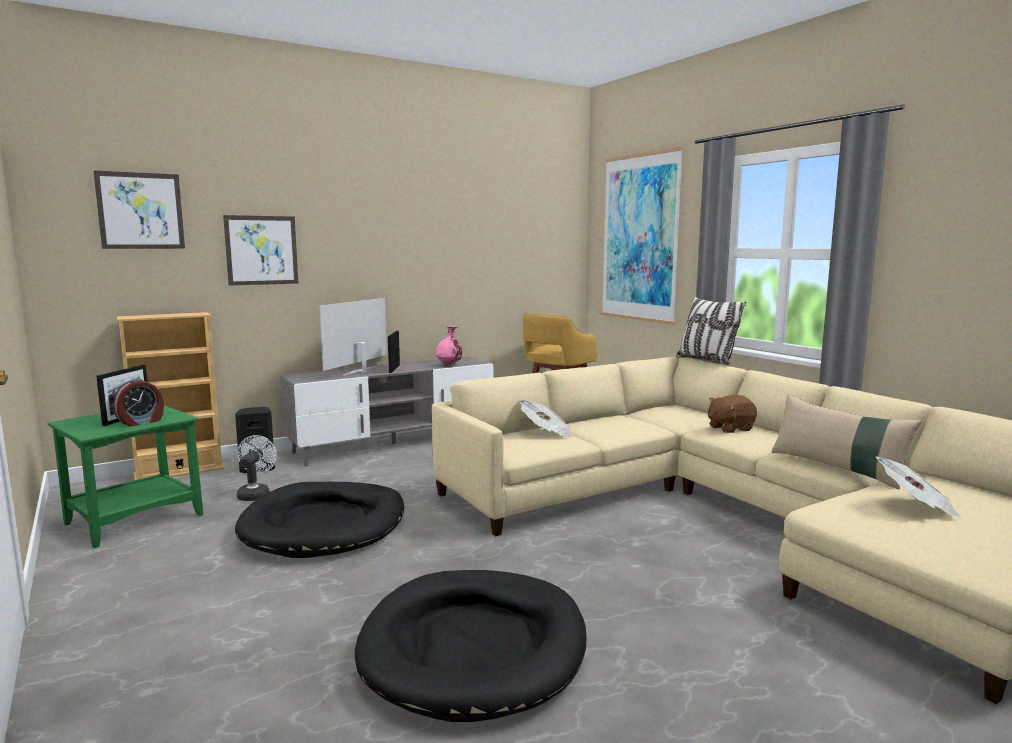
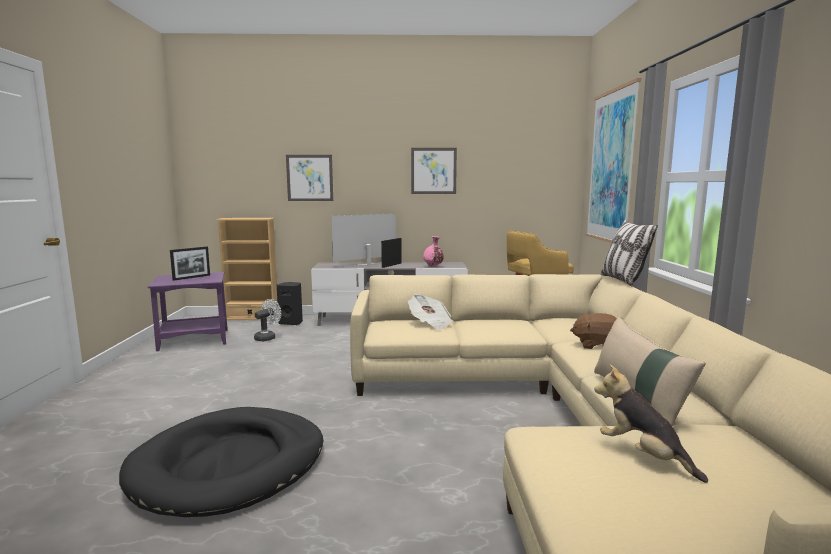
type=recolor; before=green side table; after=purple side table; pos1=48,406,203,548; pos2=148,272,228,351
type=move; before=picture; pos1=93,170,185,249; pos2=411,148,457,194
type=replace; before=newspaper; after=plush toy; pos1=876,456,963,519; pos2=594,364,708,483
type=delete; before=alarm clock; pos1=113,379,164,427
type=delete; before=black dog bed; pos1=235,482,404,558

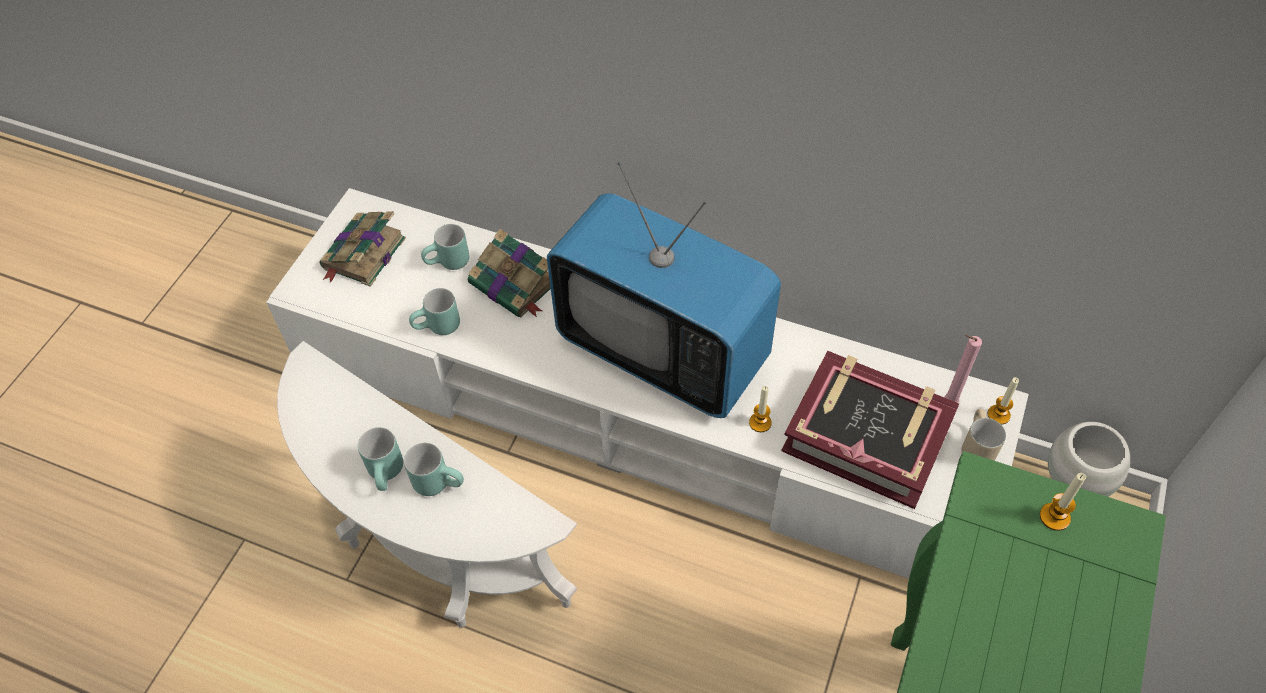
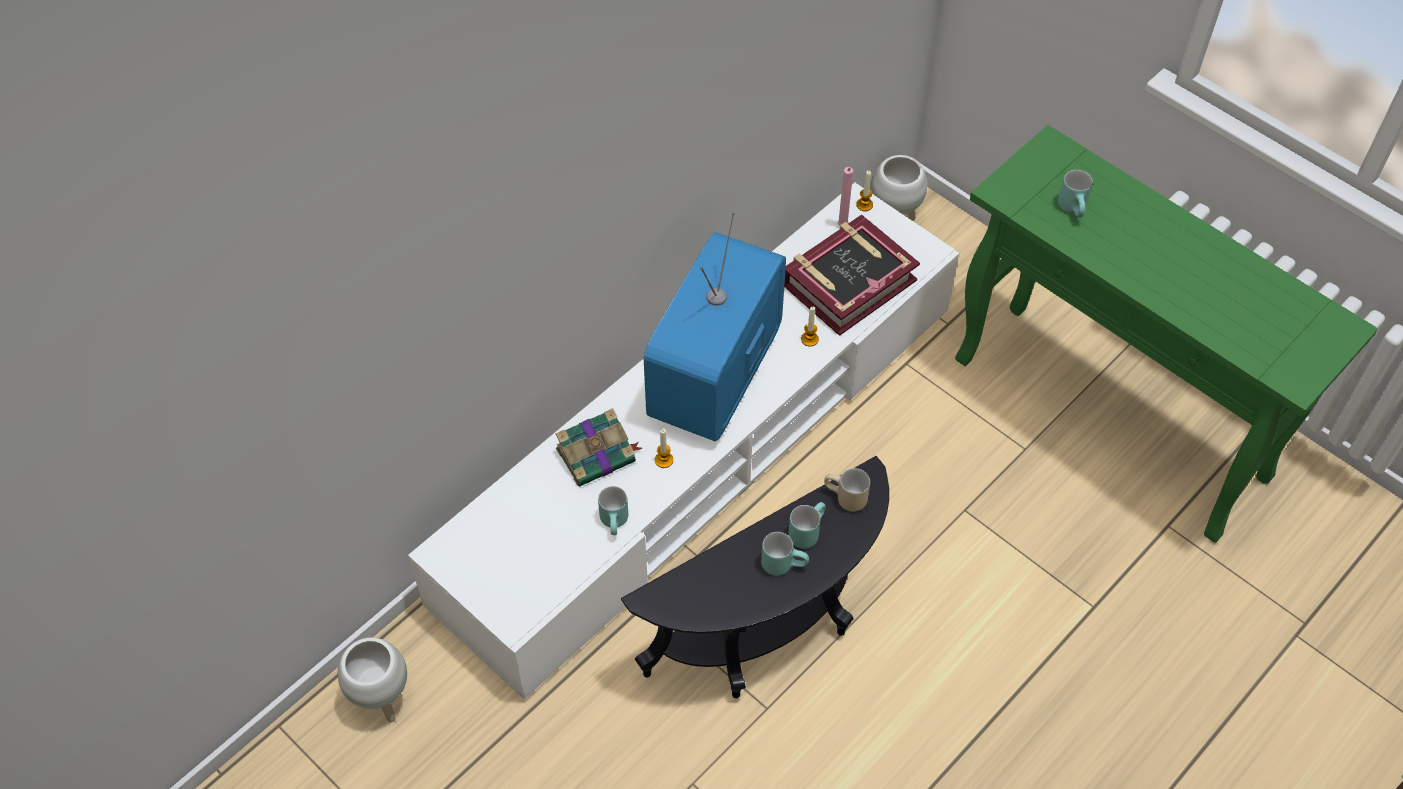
type=insert; after=white planter; pos2=338,637,407,723
type=recolor; before=white side table; after=black side table; pos1=277,341,577,628; pos2=621,456,889,698
type=rotate; before=television; pos1=547,162,781,418; pos2=644,213,786,441; turn=150
type=move; before=candle; pos1=1040,473,1086,531; pos2=655,428,673,468
type=move; before=beige mug; pos1=961,409,1006,461; pos2=824,468,870,512
type=move; before=turquoise mug; pos1=421,224,470,270; pos2=1058,170,1093,218
type=delete; before=book; pos1=319,211,406,287

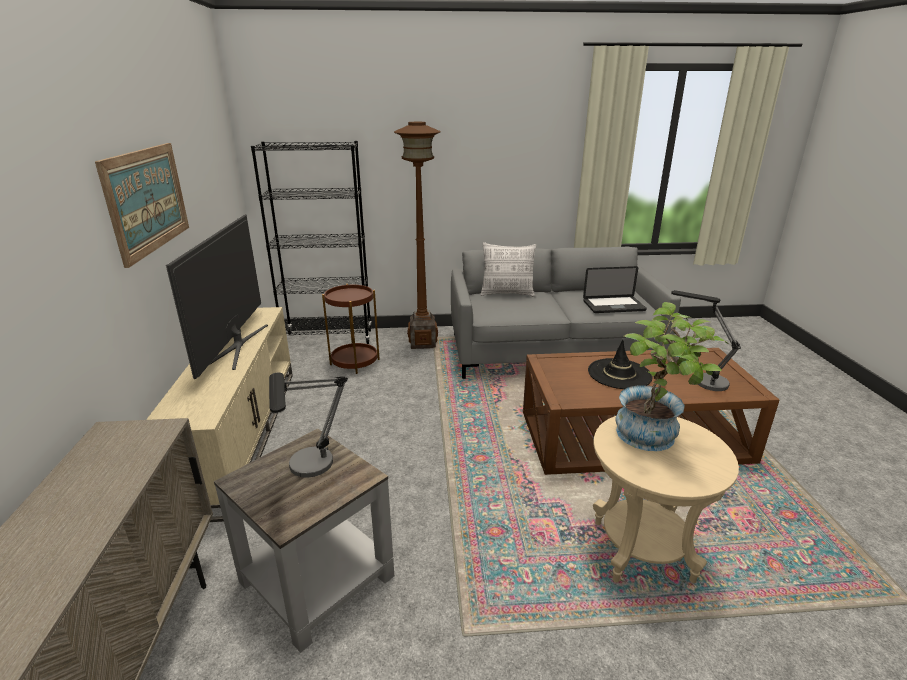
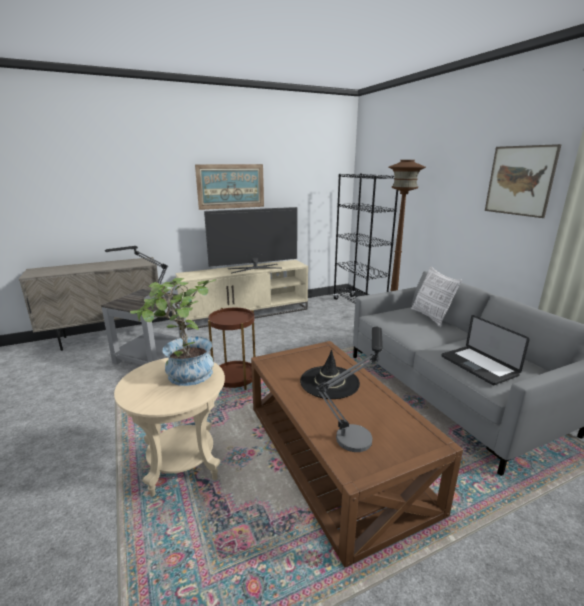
type=move; before=brown side table; pos1=322,284,380,374; pos2=208,308,255,390
type=insert; after=picture; pos2=485,144,562,218

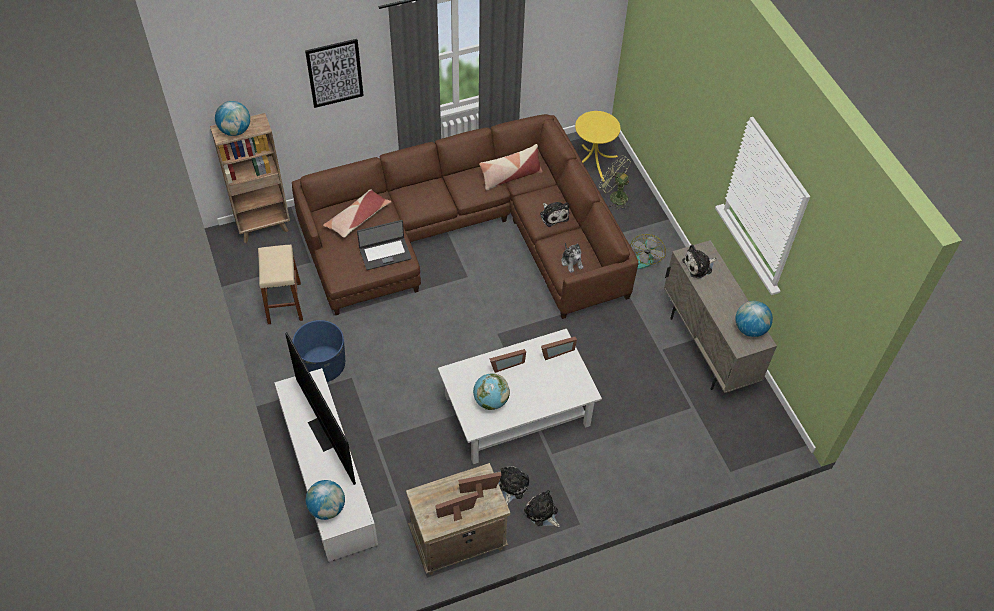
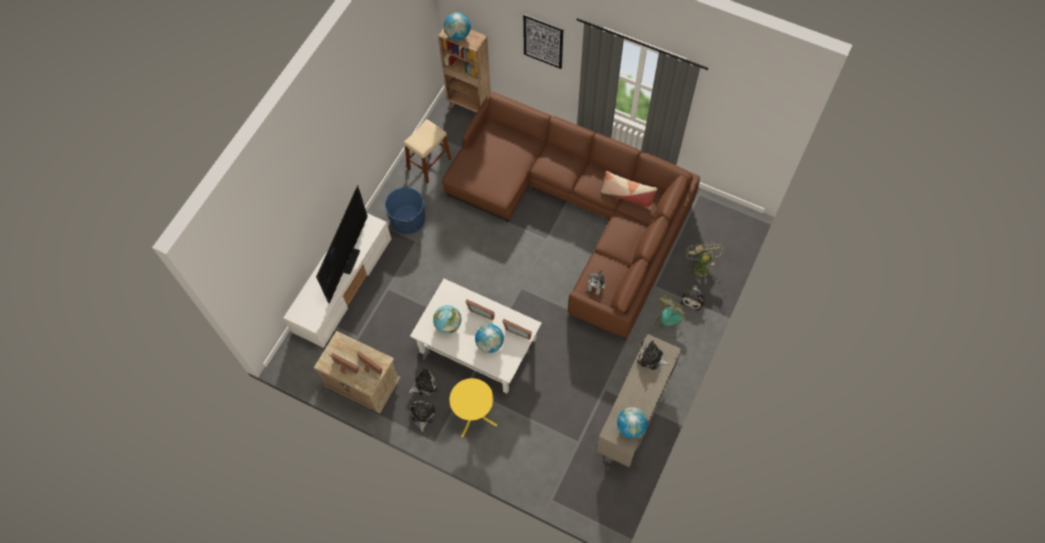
type=move; before=yellow side table; pos1=575,111,620,182; pos2=449,378,498,437
type=move; before=globe; pos1=306,480,345,520; pos2=475,324,504,353
type=rotate; before=fan; pos1=629,234,666,269; pos2=655,295,686,338; turn=150
type=move; before=plush toy; pos1=540,202,569,227; pos2=681,285,705,310
type=delete; before=pillow; pos1=323,189,392,238
type=delete; before=laptop; pos1=357,220,412,270

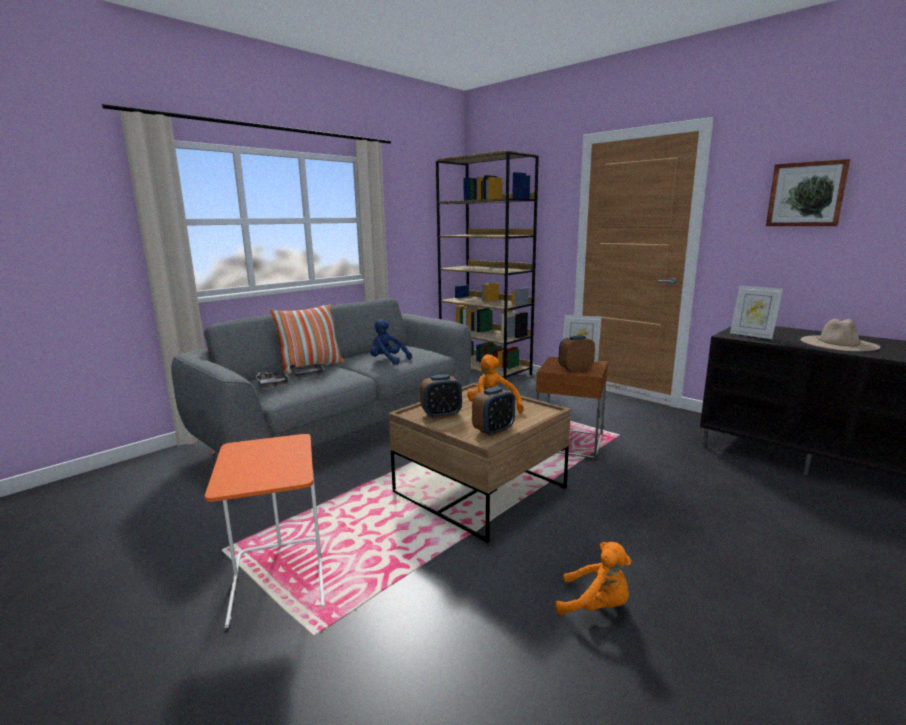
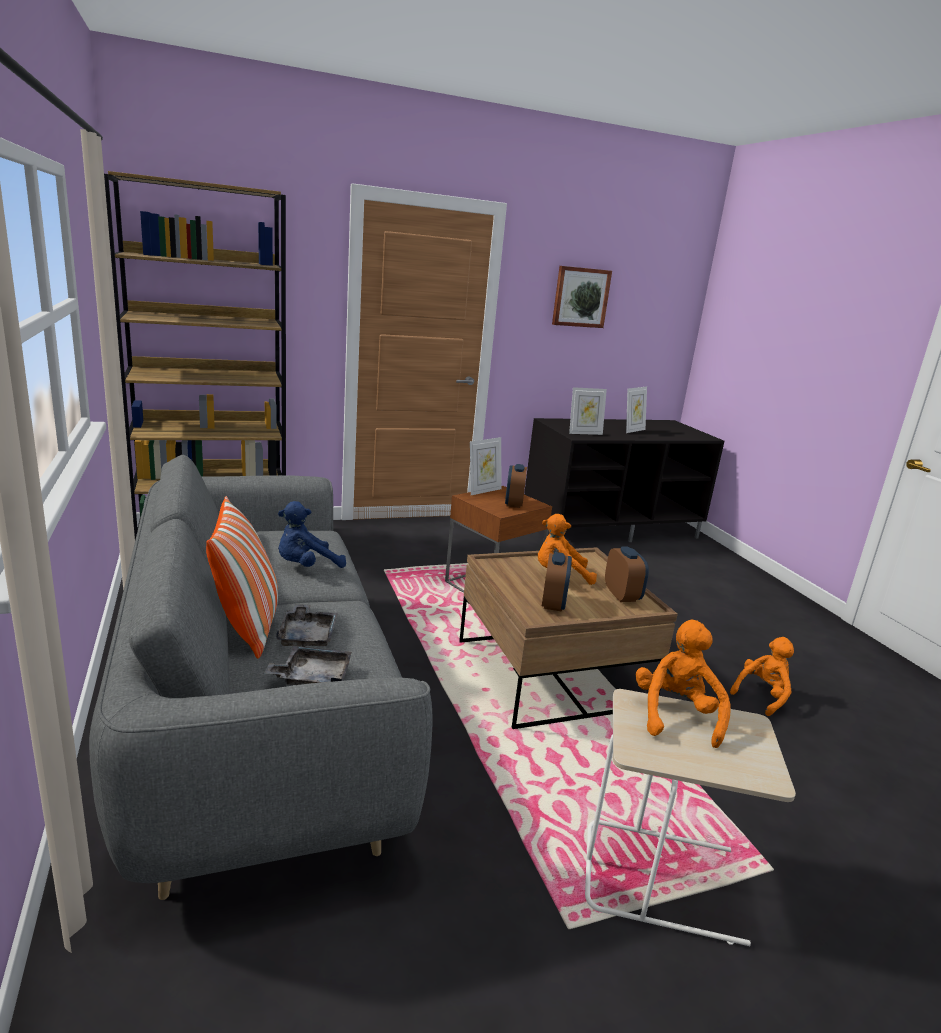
type=recolor; before=orange side table; after=beige side table; pos1=205,434,325,628; pos2=585,689,796,946
type=replace; before=beige hat; after=picture frame; pos1=800,319,880,351; pos2=626,387,647,433
type=insert; after=orange plush toy; pos2=636,620,730,748

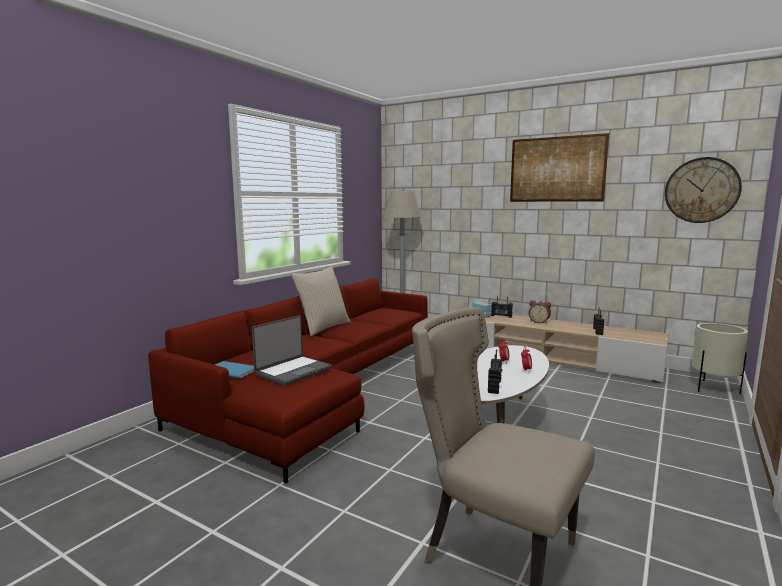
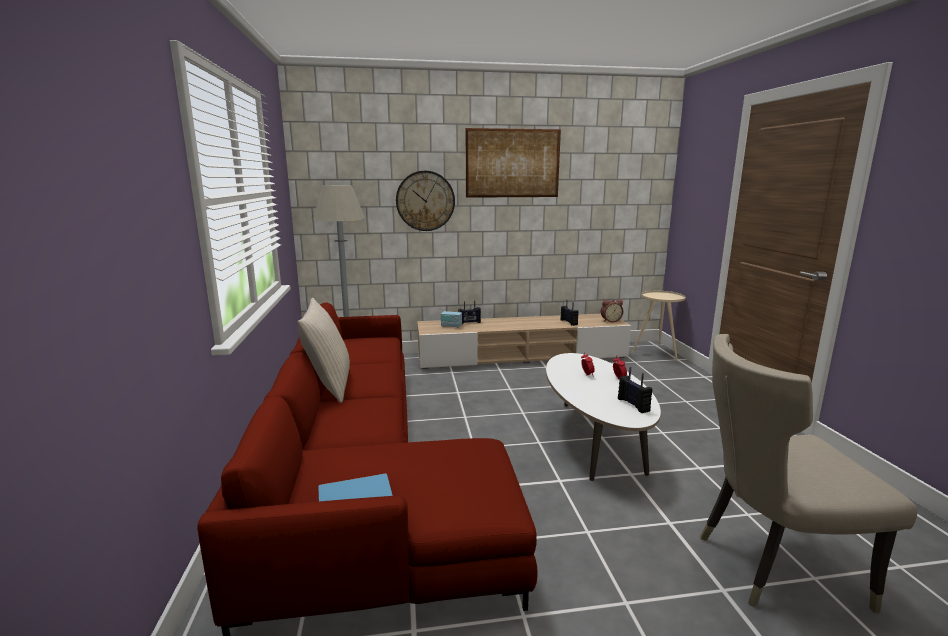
type=move; before=wall clock; pos1=665,157,742,223; pos2=396,171,455,231
type=move; before=alarm clock; pos1=529,300,551,323; pos2=601,299,623,322
type=replace; before=beige planter; after=beige side table; pos1=692,323,748,394; pos2=632,291,686,362
type=delete; before=laptop; pos1=252,315,332,386

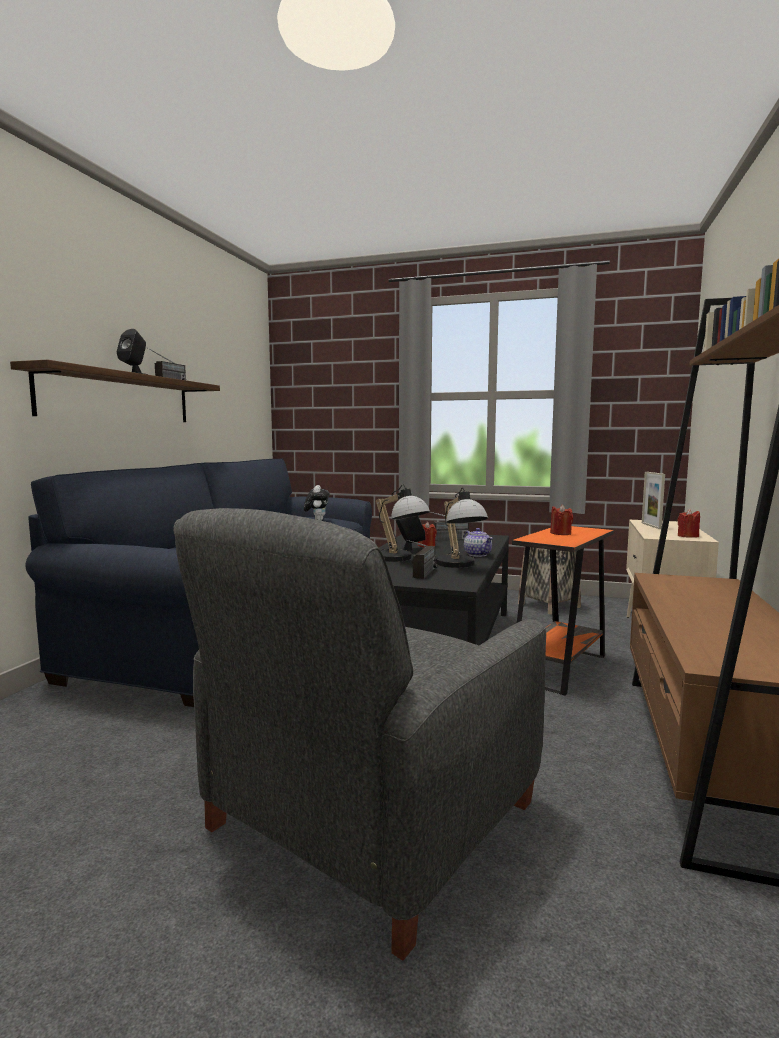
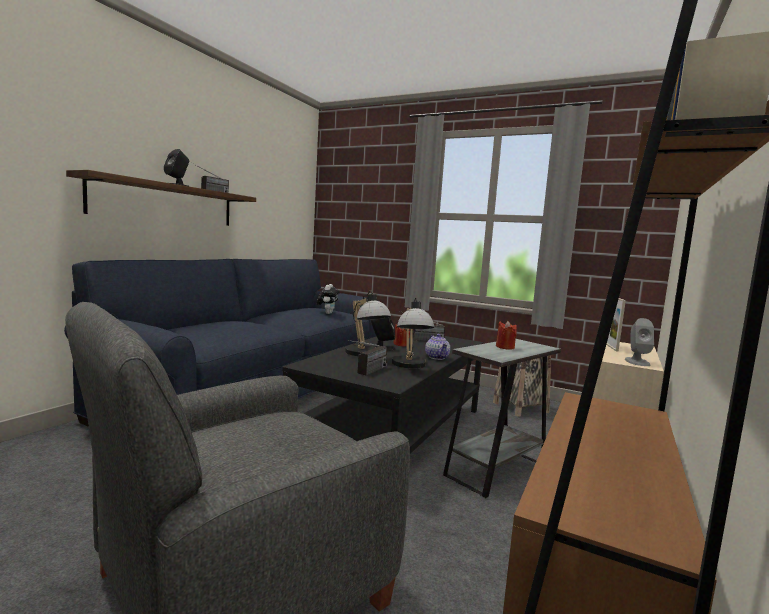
type=recolor; before=orange side table; after=grey side table; pos1=512,526,614,696; pos2=443,339,561,498
type=replace; before=red candle; after=grey speaker; pos1=677,509,700,538; pos2=625,318,654,366

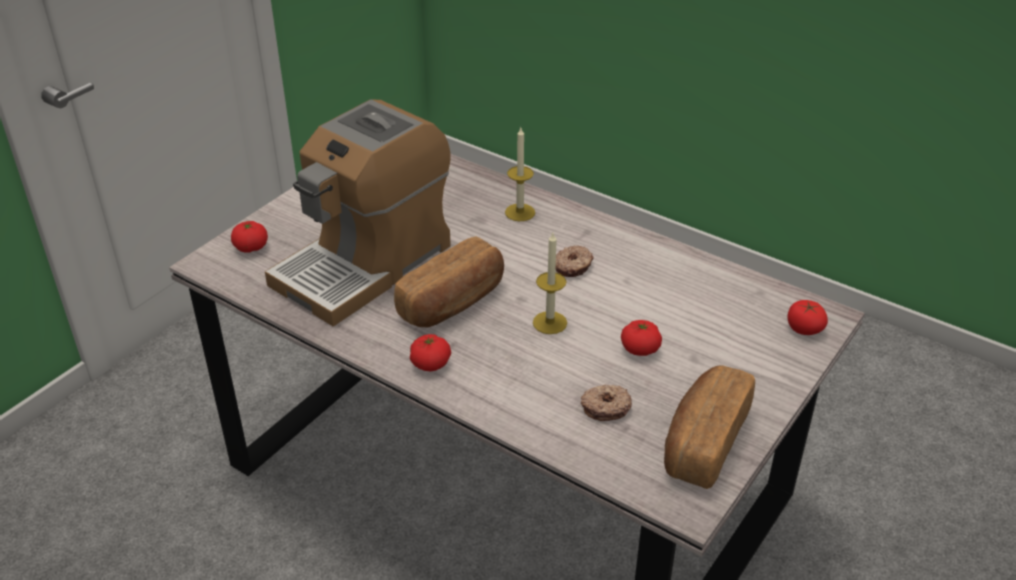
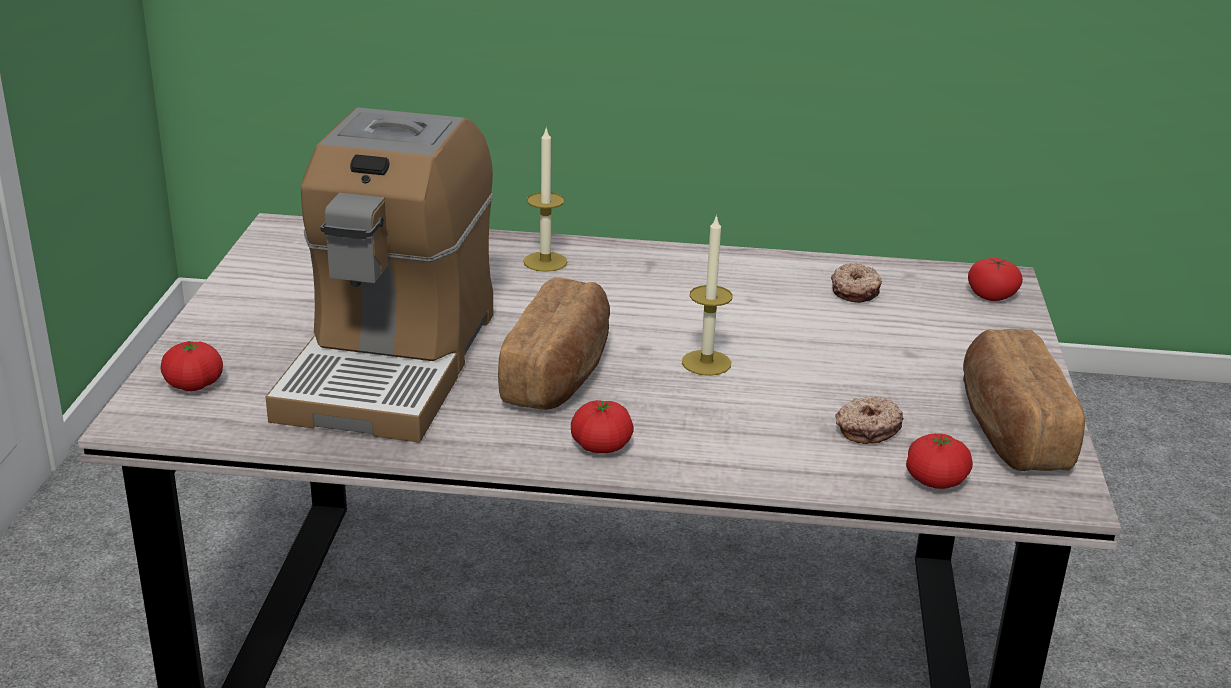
type=move; before=donut; pos1=556,245,593,277; pos2=831,263,882,303
type=move; before=tomato; pos1=621,320,662,356; pos2=906,433,973,489

